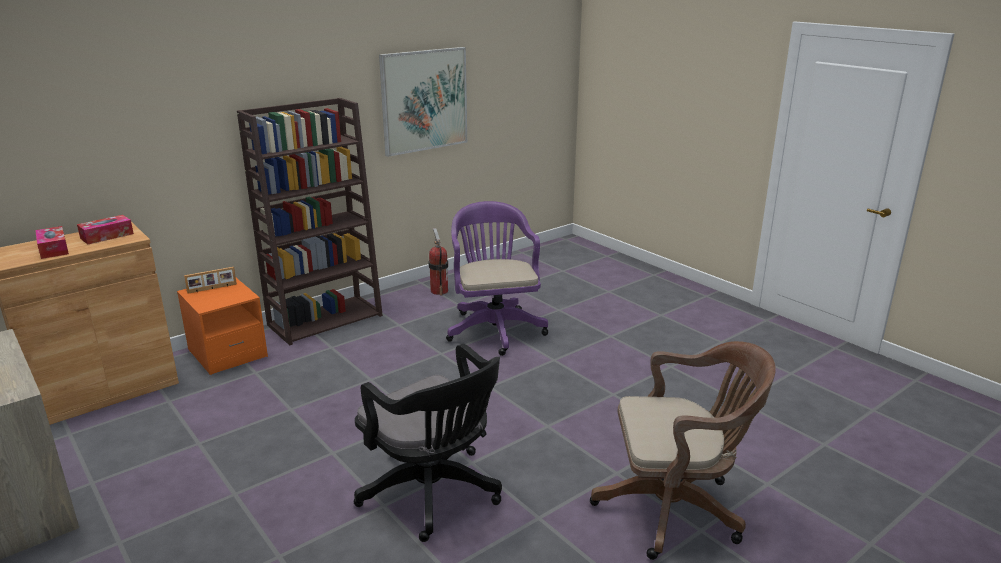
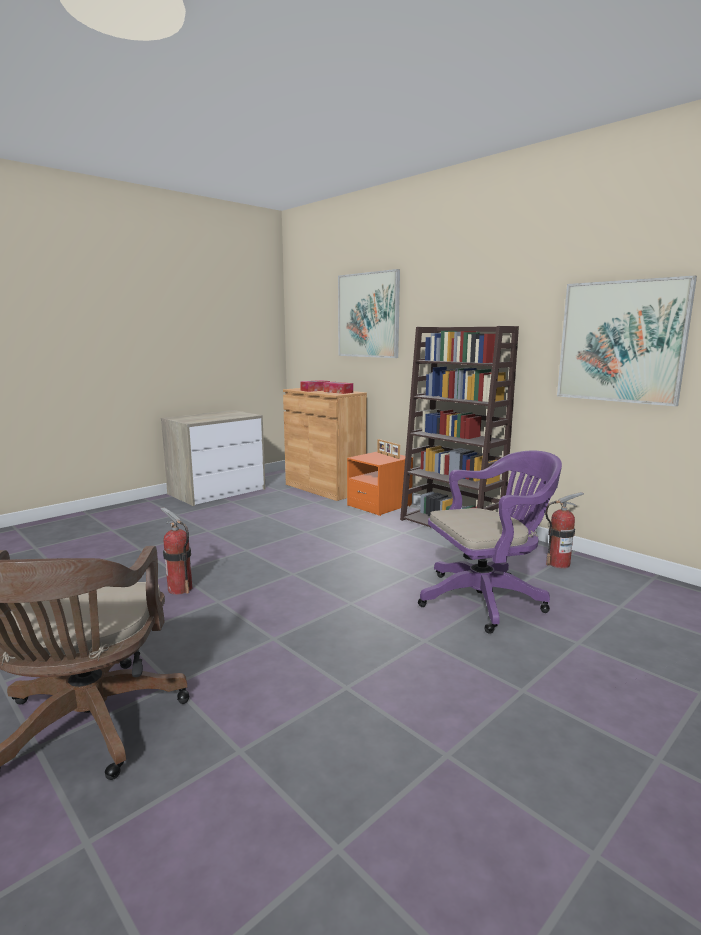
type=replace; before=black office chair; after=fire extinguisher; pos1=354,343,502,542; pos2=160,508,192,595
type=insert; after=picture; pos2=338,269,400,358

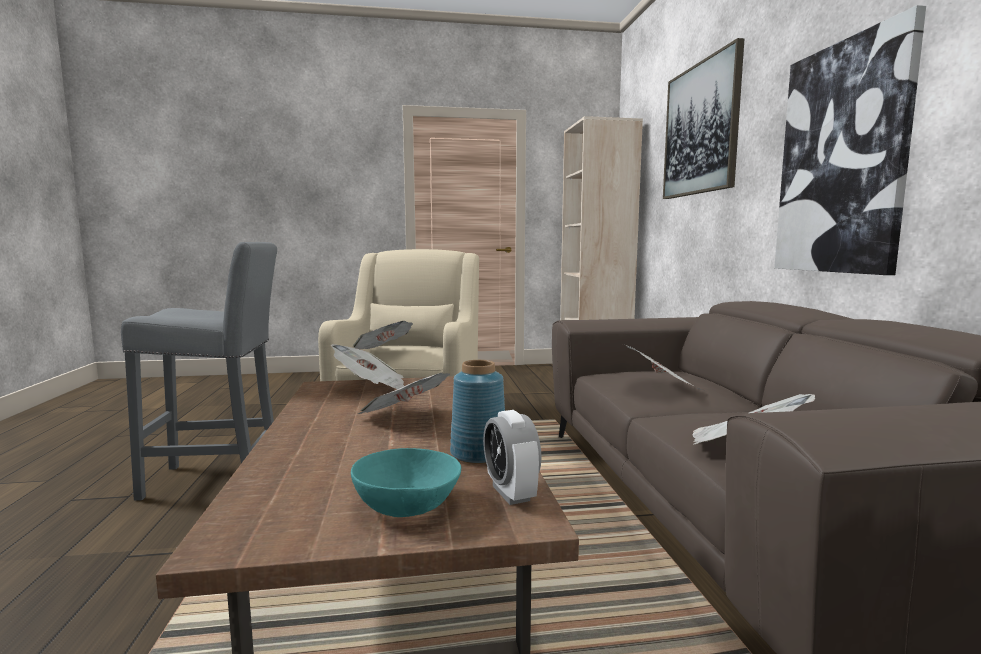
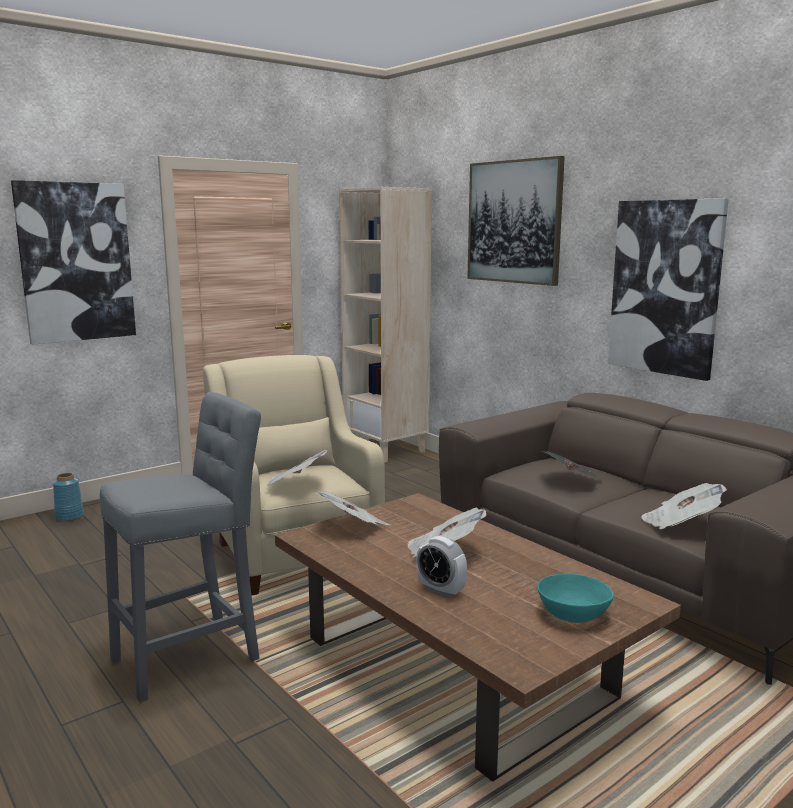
type=insert; after=picture; pos2=11,180,136,345
type=move; before=blue vase; pos1=450,360,505,464; pos2=53,473,84,521
type=move; before=alarm clock; pos1=483,410,542,505; pos2=416,536,467,598

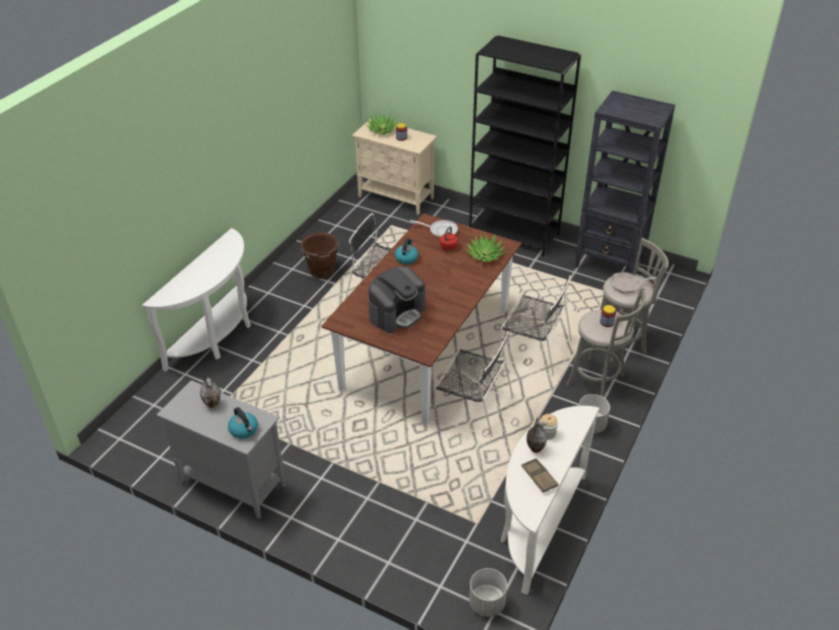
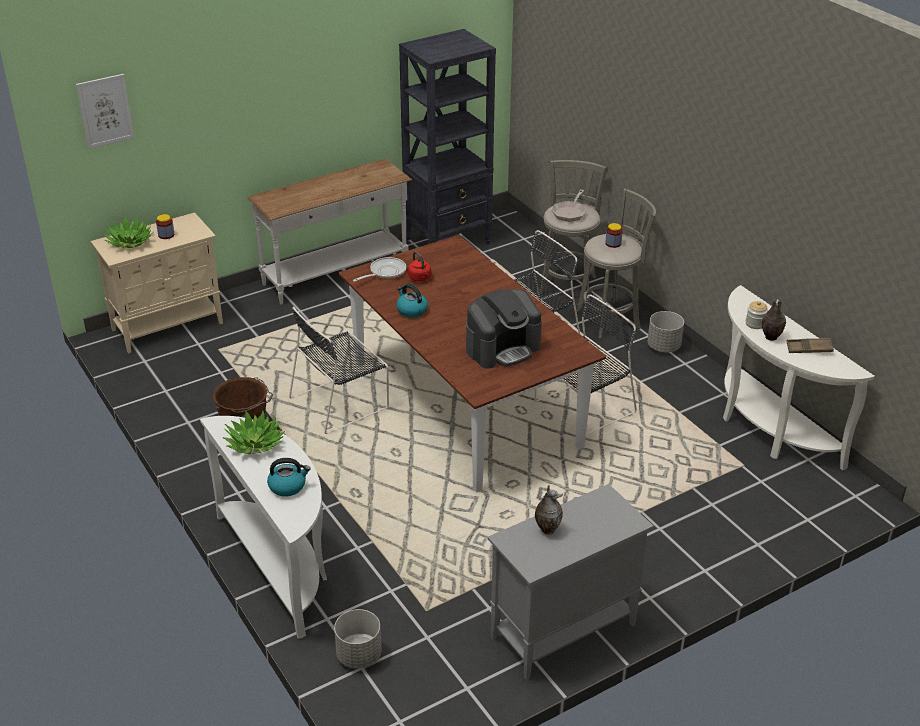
type=insert; after=picture; pos2=76,74,134,149
type=move; before=potted plant; pos1=466,235,505,262; pos2=223,411,285,454
type=replace; before=black bookcase; after=white console table; pos1=469,35,581,256; pos2=247,159,412,304
type=move; before=kettle; pos1=228,407,258,439; pos2=267,458,310,496
type=move; before=grey planter; pos1=469,568,507,617; pos2=334,609,381,669
type=rotate; before=coffee machine; pos1=368,266,425,333; pos2=466,289,542,369; turn=75

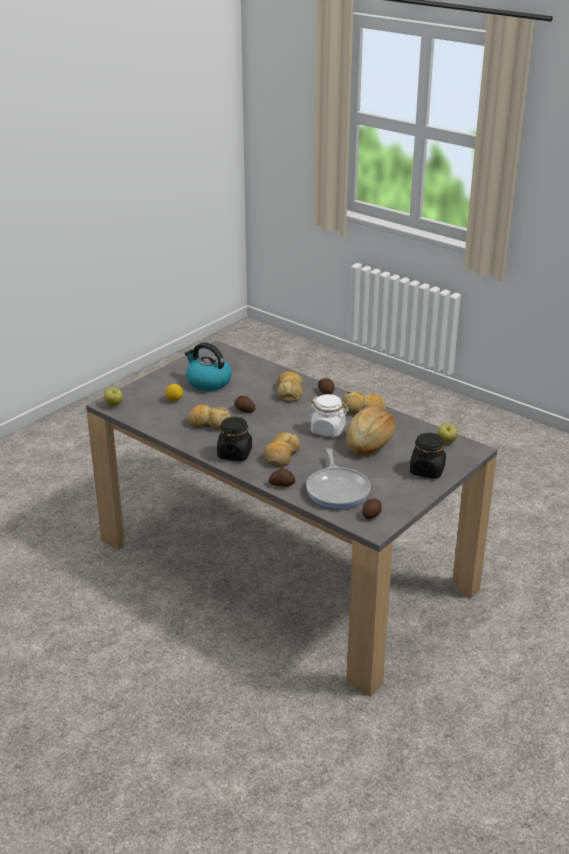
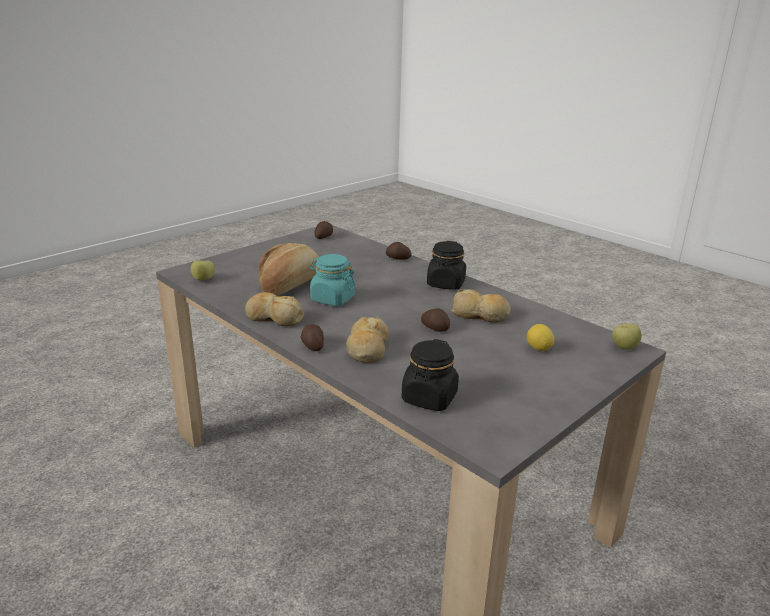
type=recolor; before=white jar; after=turquoise jar; pos1=309,394,349,437; pos2=309,254,355,306
type=move; before=black jar; pos1=410,433,446,479; pos2=401,339,459,411
type=delete; before=kettle; pos1=185,342,232,391
type=delete; before=bread; pos1=264,432,300,467
type=delete; before=frying pan; pos1=306,448,371,509

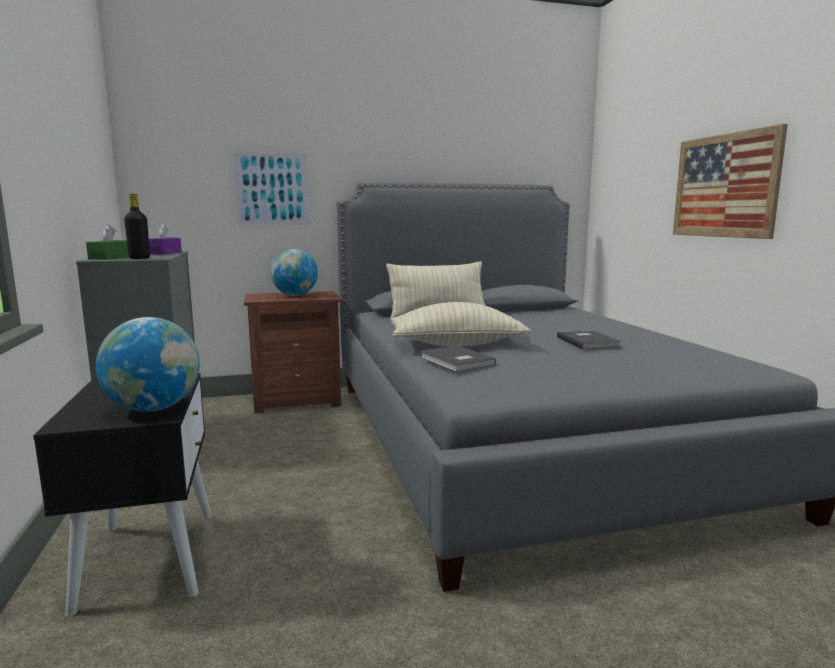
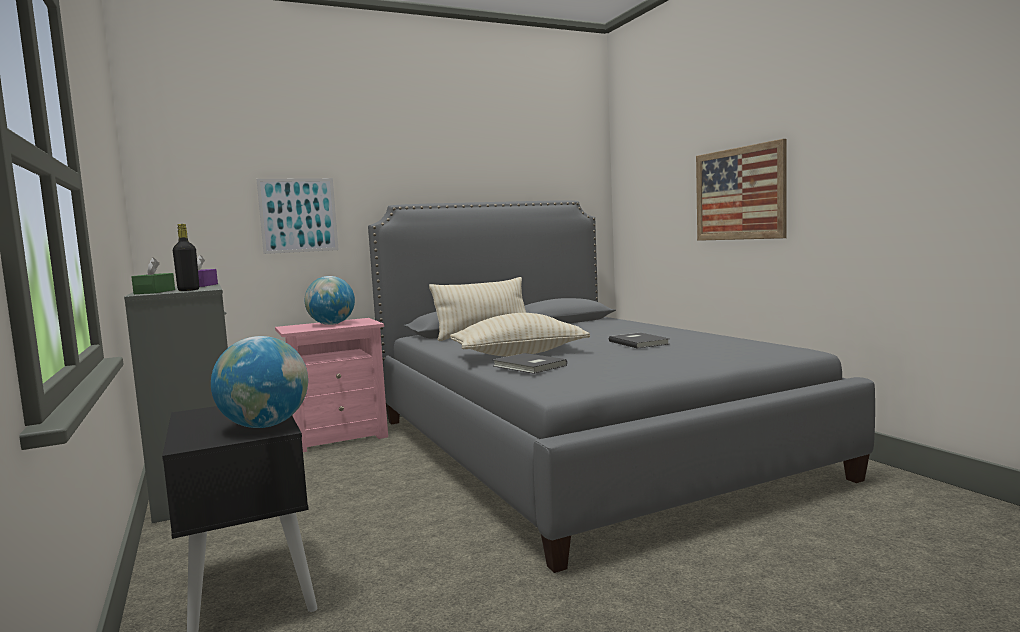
type=recolor; before=brown nightstand; after=pink nightstand; pos1=244,291,342,414; pos2=275,318,388,452

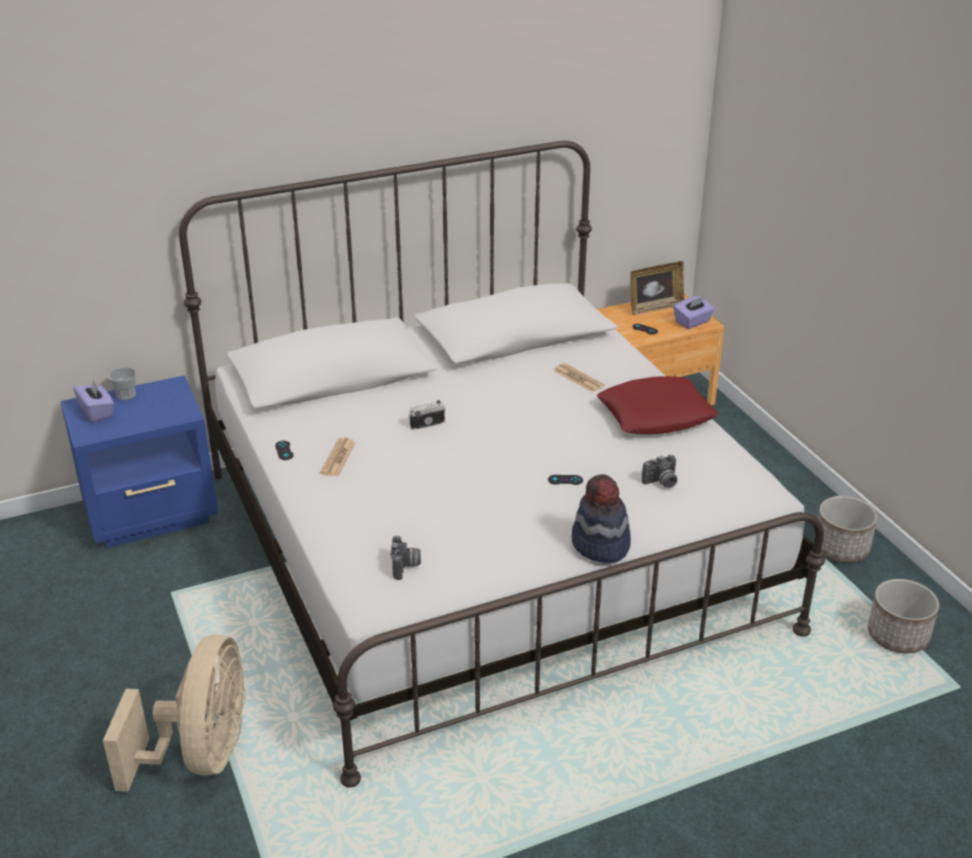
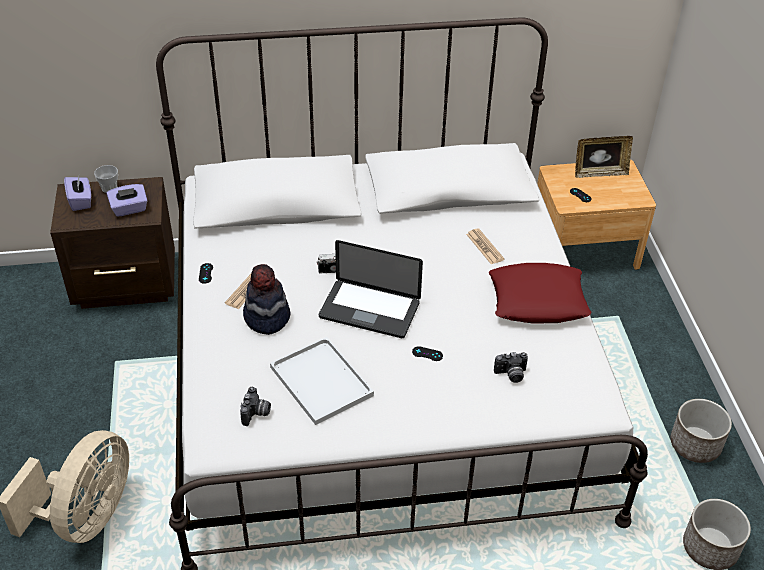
type=recolor; before=blue nightstand; after=brown nightstand; pos1=60,375,218,548; pos2=50,177,175,309
type=move; before=purple tissue box; pos1=674,296,715,329; pos2=107,184,148,217
type=move; before=hat; pos1=572,474,631,563; pos2=243,264,291,335
type=insert; after=white tray; pos2=270,337,374,425
type=insert; after=laptop; pos2=319,240,423,338

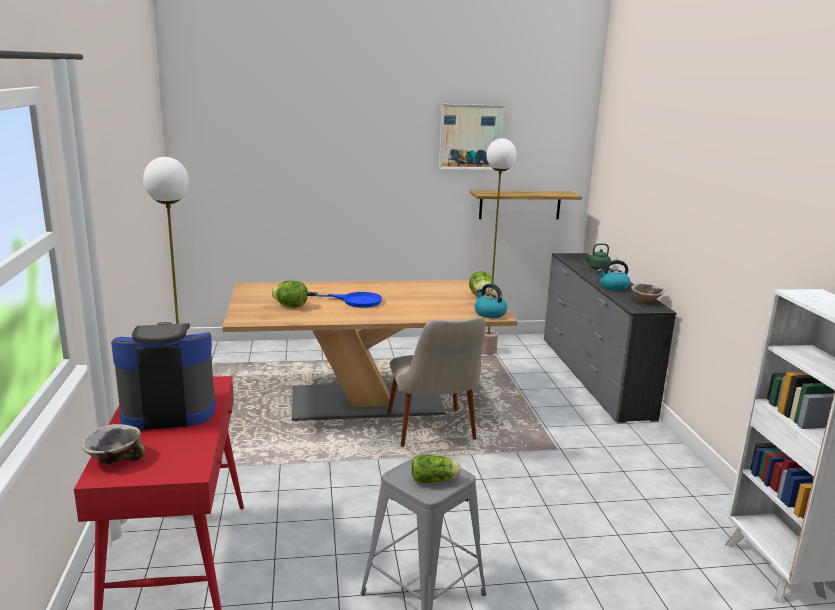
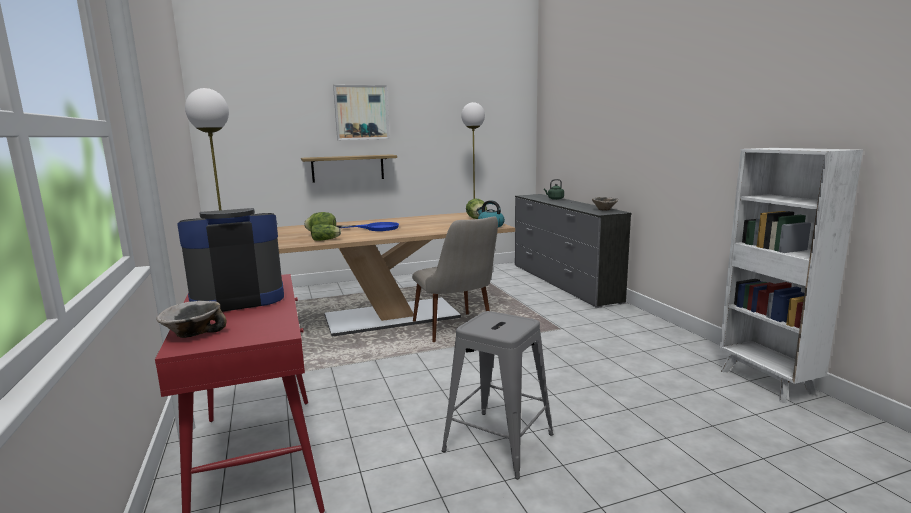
type=move; before=shelf; pos1=470,190,582,219; pos2=301,154,397,183
type=move; before=lettuce; pos1=411,455,461,483; pos2=311,224,341,241
type=move; before=picture; pos1=439,104,505,170; pos2=333,85,390,140
type=delete; before=kettle; pos1=597,260,630,291

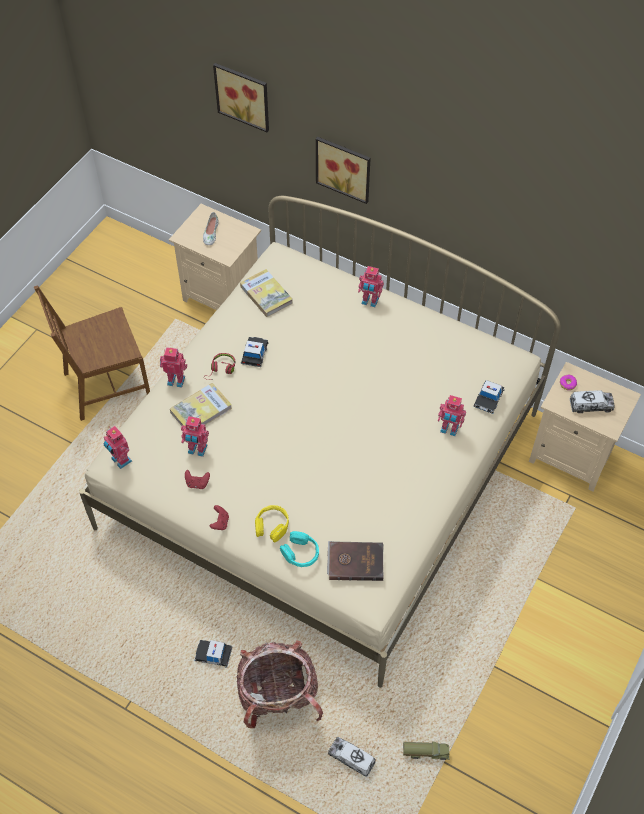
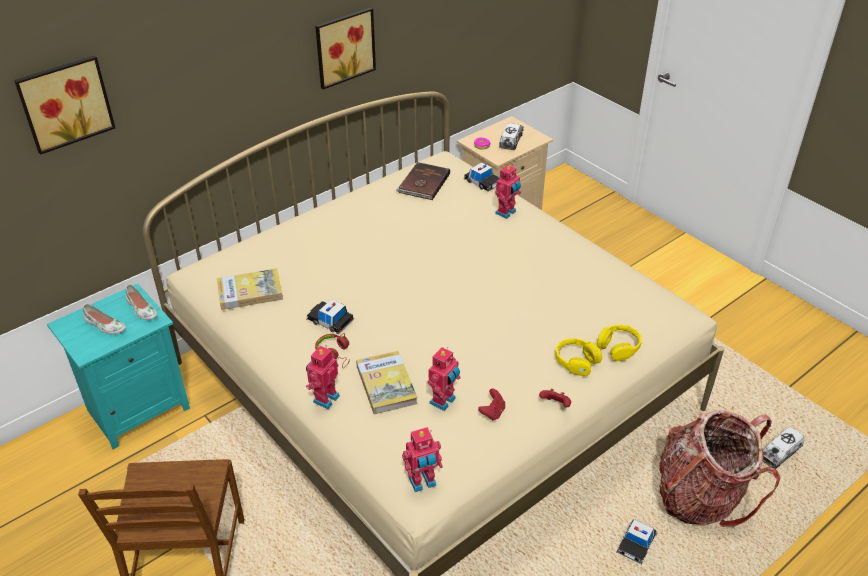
type=recolor; before=beige nightstand; after=turquoise nightstand; pos1=169,204,261,310; pos2=47,284,190,449
type=insert; after=white shoe; pos2=126,284,157,320
type=move; before=picture; pos1=316,137,371,204; pos2=315,7,376,90
type=move; before=brown book; pos1=327,541,384,581; pos2=396,162,450,200
type=recolor; before=turquoise headphones; after=yellow headphones; pos1=280,531,319,567; pos2=597,324,642,361
type=delete; before=toy robot; pos1=358,266,384,307
type=delete; before=toy truck; pos1=403,742,449,760

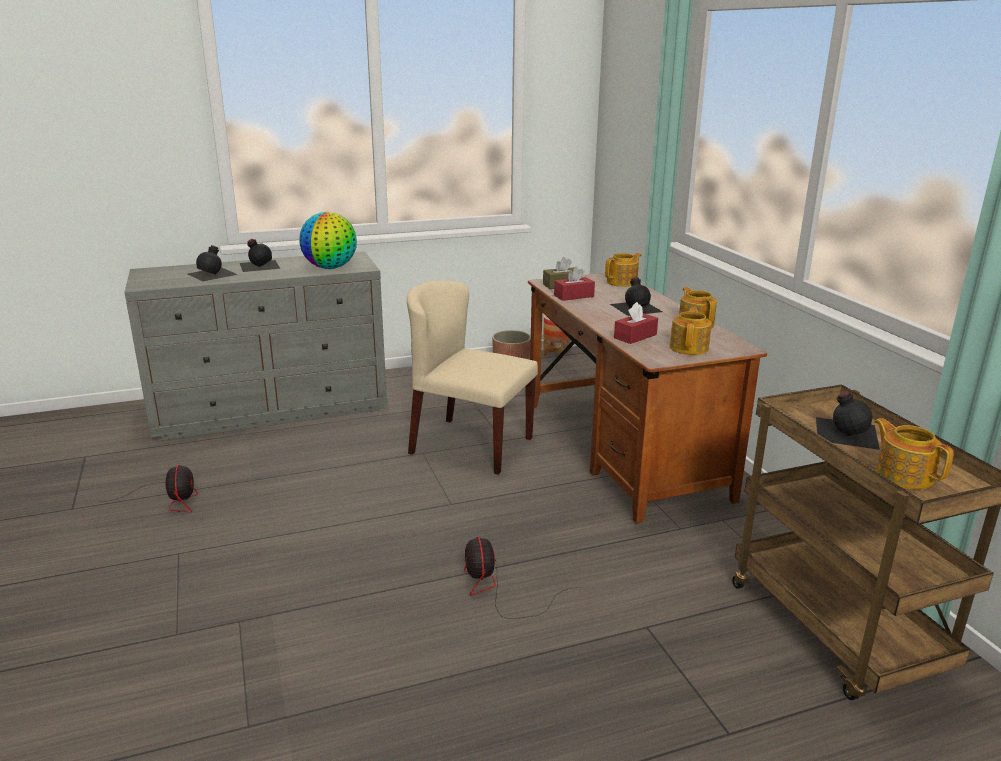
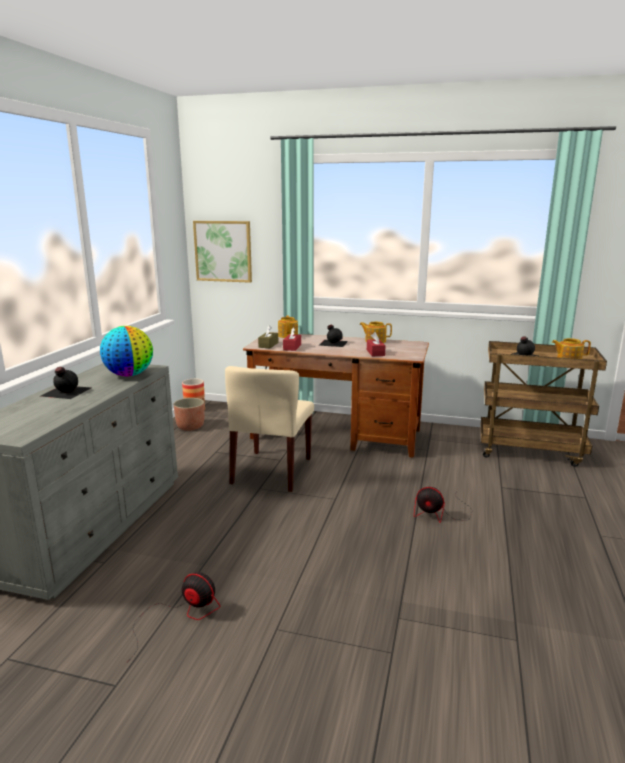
type=insert; after=picture; pos2=193,221,252,283
type=rotate; before=beige chair; pos1=407,280,538,475; pos2=225,366,314,492; turn=-45
type=delete; before=black bottle; pos1=188,245,238,281
type=delete; before=teapot; pos1=670,307,712,355

